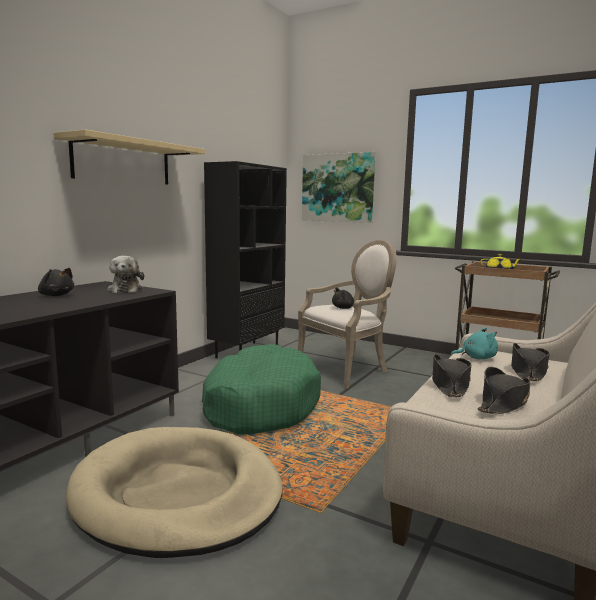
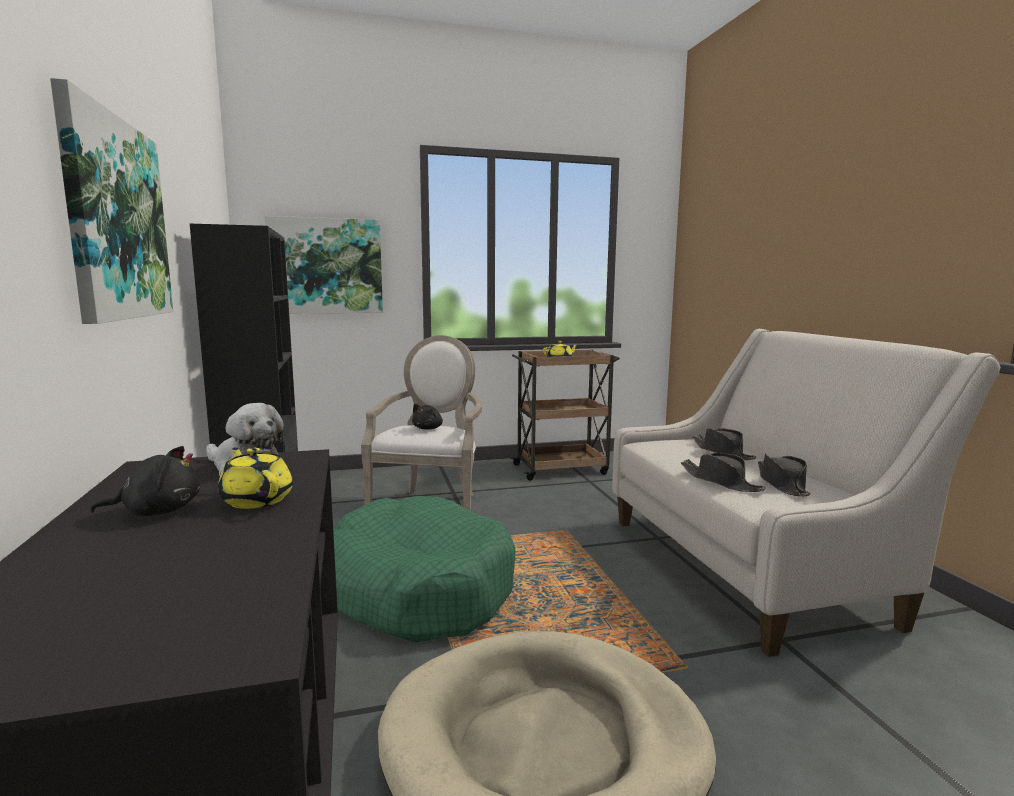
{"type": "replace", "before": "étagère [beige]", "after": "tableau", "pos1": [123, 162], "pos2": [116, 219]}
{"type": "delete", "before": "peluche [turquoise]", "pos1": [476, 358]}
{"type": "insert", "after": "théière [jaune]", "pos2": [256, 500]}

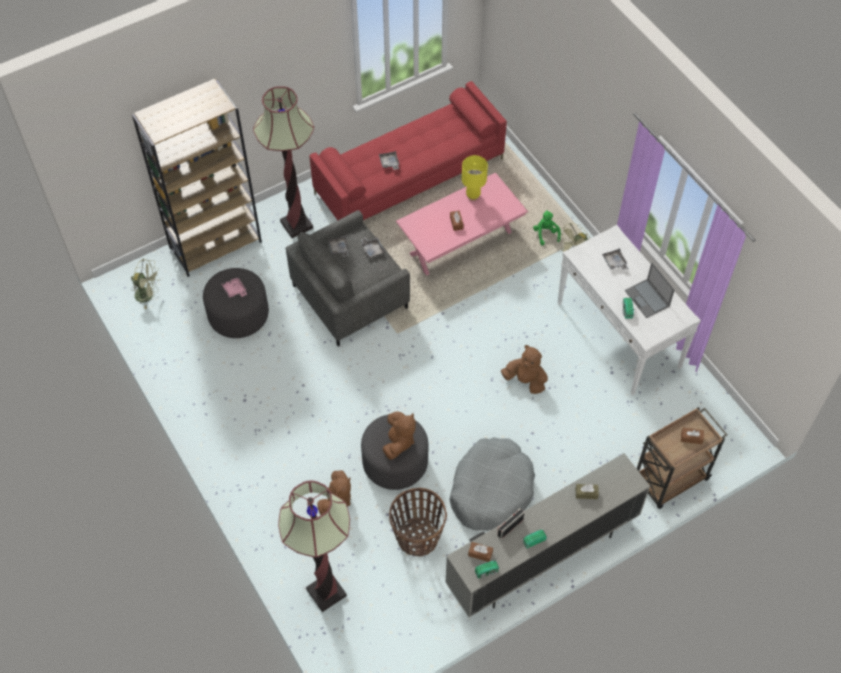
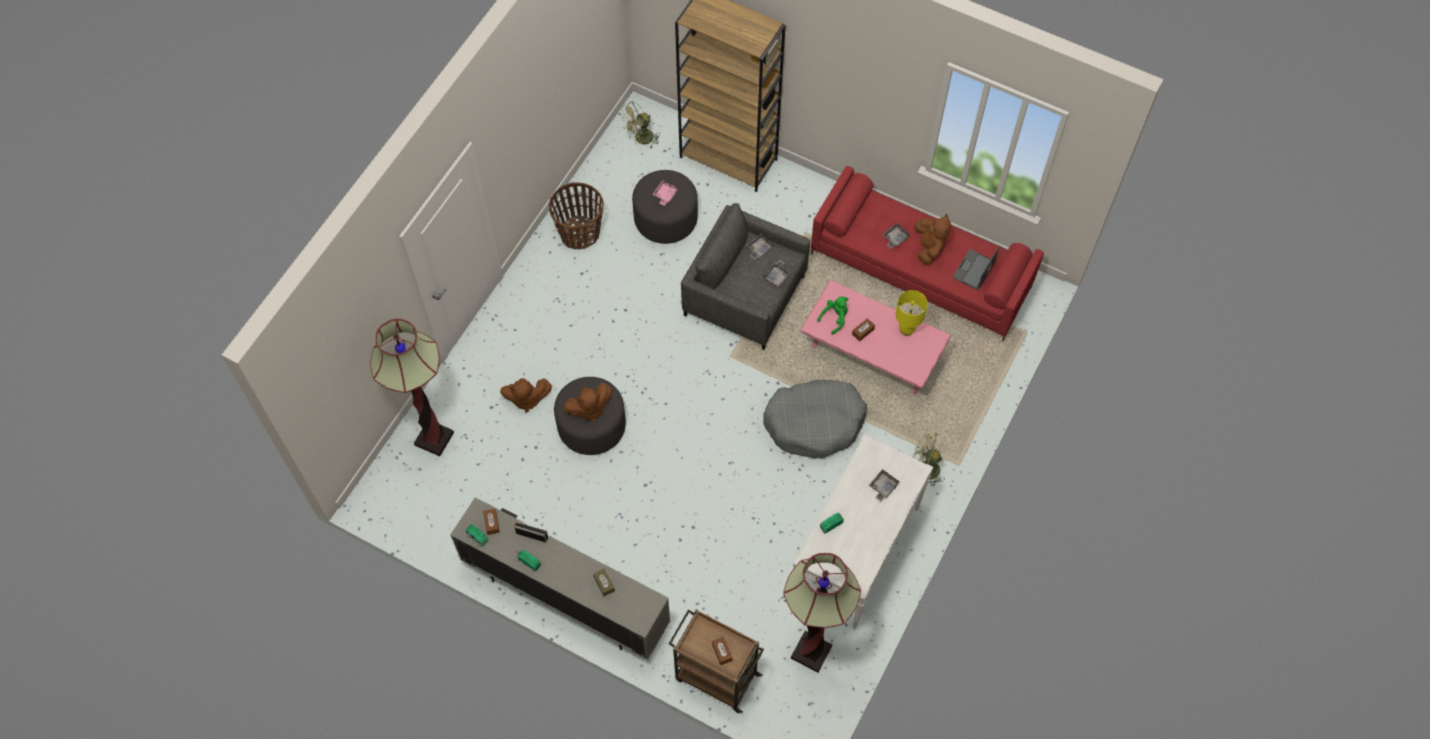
{"type": "rotate", "before": "ventilateur [vert]", "pos1": [148, 295], "pos2": [641, 139], "turn": 75}
{"type": "move", "before": "lampadaire", "pos1": [296, 225], "pos2": [811, 652]}
{"type": "move", "before": "panier", "pos1": [417, 537], "pos2": [579, 233]}
{"type": "move", "before": "panier pour chien [gris]", "pos1": [491, 490], "pos2": [814, 423]}
{"type": "move", "before": "peluche [marron]", "pos1": [525, 380], "pos2": [929, 247]}
{"type": "move", "before": "peluche [vert]", "pos1": [546, 234], "pos2": [835, 318]}
{"type": "move", "before": "ordinateur portable", "pos1": [647, 299], "pos2": [973, 270]}

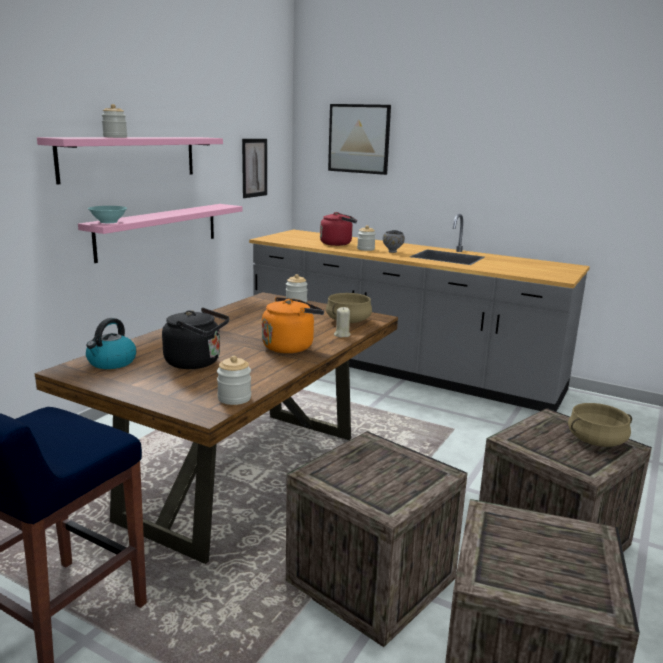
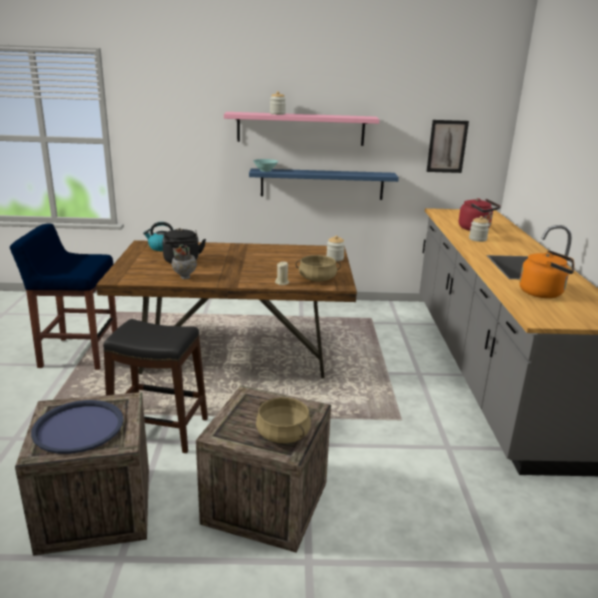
{"type": "recolor", "before": "étagère [rose]", "after": "étagère [bleu]", "pos1": [158, 231], "pos2": [322, 184]}
{"type": "delete", "before": "bocal", "pos1": [234, 398]}
{"type": "move", "before": "bouilloire [orange]", "pos1": [290, 346], "pos2": [543, 293]}
{"type": "replace", "before": "caisse", "after": "tabouret [noir]", "pos1": [371, 579], "pos2": [159, 429]}
{"type": "delete", "before": "tableau", "pos1": [359, 139]}
{"type": "move", "before": "bol [gris]", "pos1": [392, 252], "pos2": [184, 277]}
{"type": "insert", "after": "plateau [bleu]", "pos2": [78, 427]}

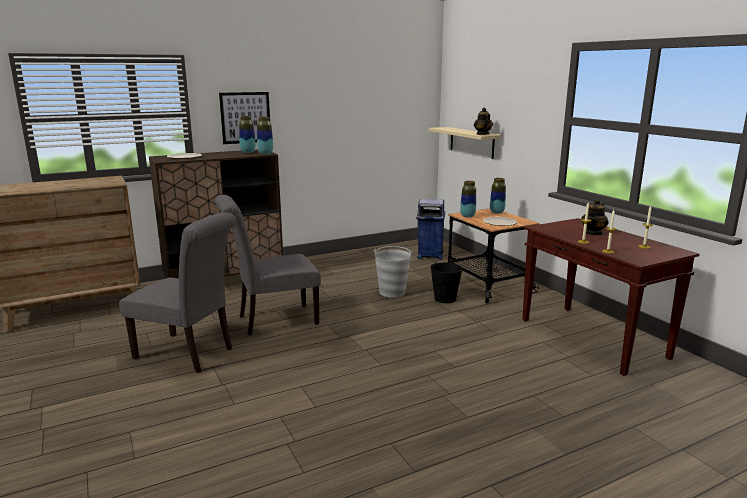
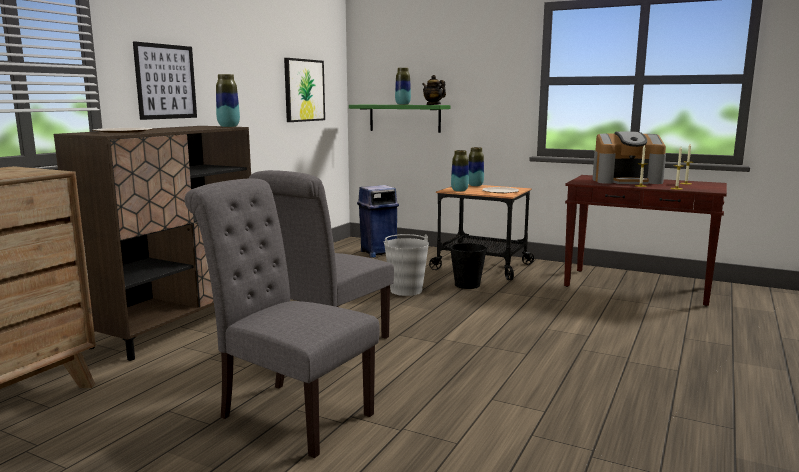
{"type": "rotate", "before": "chaise [gris]", "pos1": [189, 354], "pos2": [288, 413], "turn": -135}
{"type": "move", "before": "vase", "pos1": [248, 152], "pos2": [402, 104]}
{"type": "recolor", "before": "étagère [beige]", "after": "étagère [vert]", "pos1": [471, 142], "pos2": [404, 118]}
{"type": "replace", "before": "théière", "after": "machine à café", "pos1": [593, 233], "pos2": [626, 181]}
{"type": "insert", "after": "tableau", "pos2": [304, 90]}

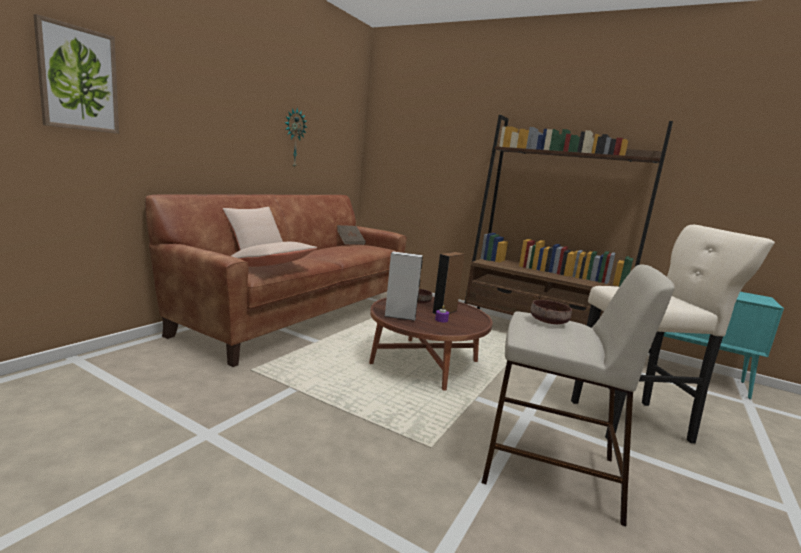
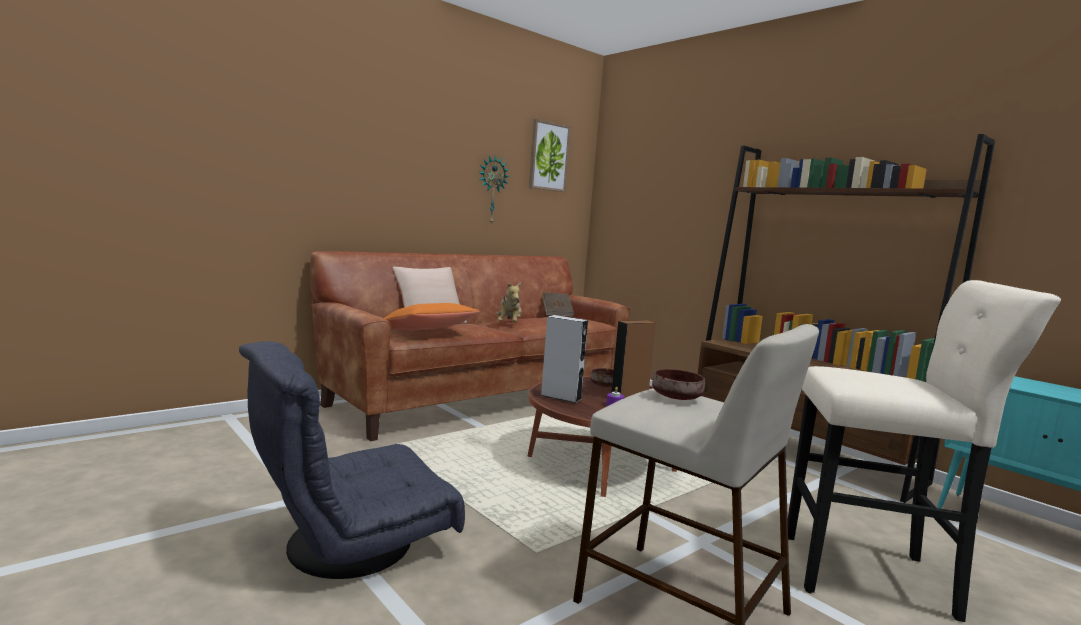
{"type": "move", "before": "tableau", "pos1": [78, 79], "pos2": [548, 156]}
{"type": "recolor", "before": "coussin [beige]", "after": "coussin [orange]", "pos1": [271, 267], "pos2": [427, 331]}
{"type": "insert", "after": "fauteuil [gris]", "pos2": [349, 545]}
{"type": "insert", "after": "peluche", "pos2": [509, 324]}

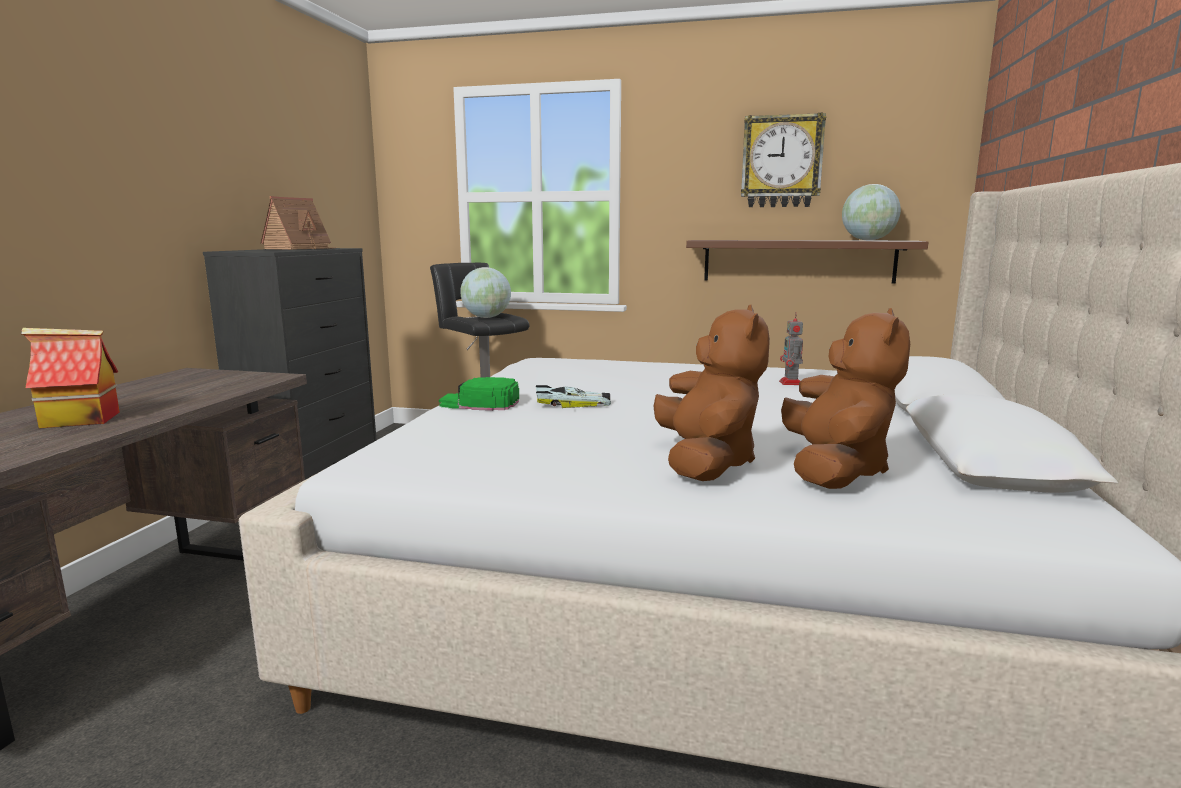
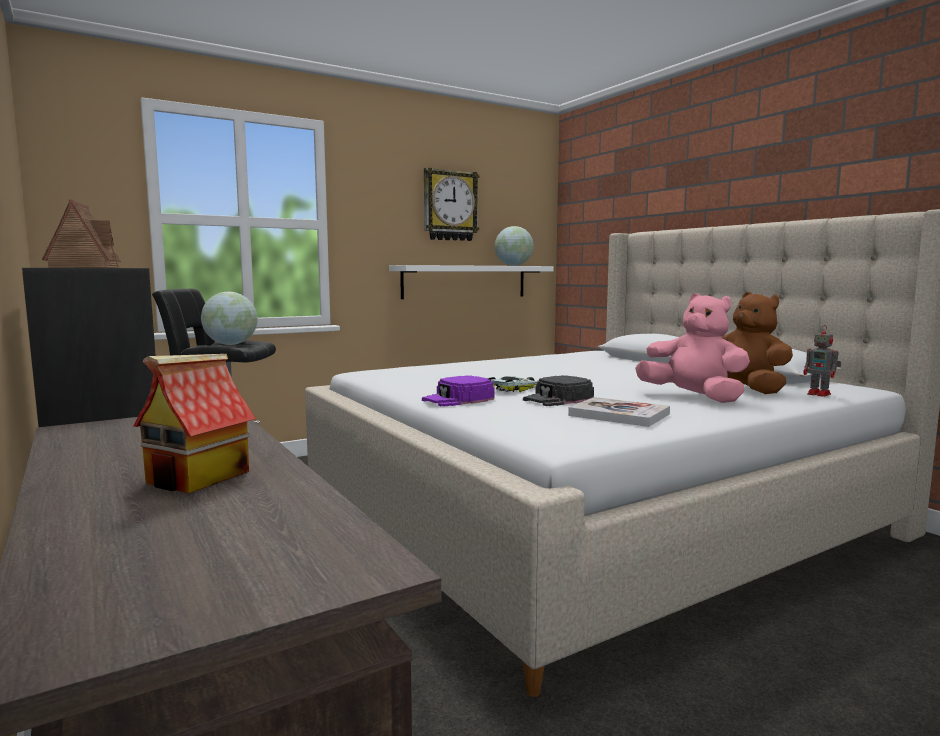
{"type": "recolor", "before": "casquette [vert]", "after": "casquette [violet]", "pos1": [480, 403], "pos2": [458, 399]}
{"type": "recolor", "before": "peluche [marron]", "after": "peluche [rose]", "pos1": [706, 463], "pos2": [693, 397]}
{"type": "recolor", "before": "étagère [marron]", "after": "étagère [blanc]", "pos1": [798, 261], "pos2": [465, 282]}
{"type": "move", "before": "robot jouet", "pos1": [791, 383], "pos2": [820, 394]}
{"type": "insert", "after": "casquette [noir]", "pos2": [558, 399]}
{"type": "insert", "after": "livre", "pos2": [619, 415]}

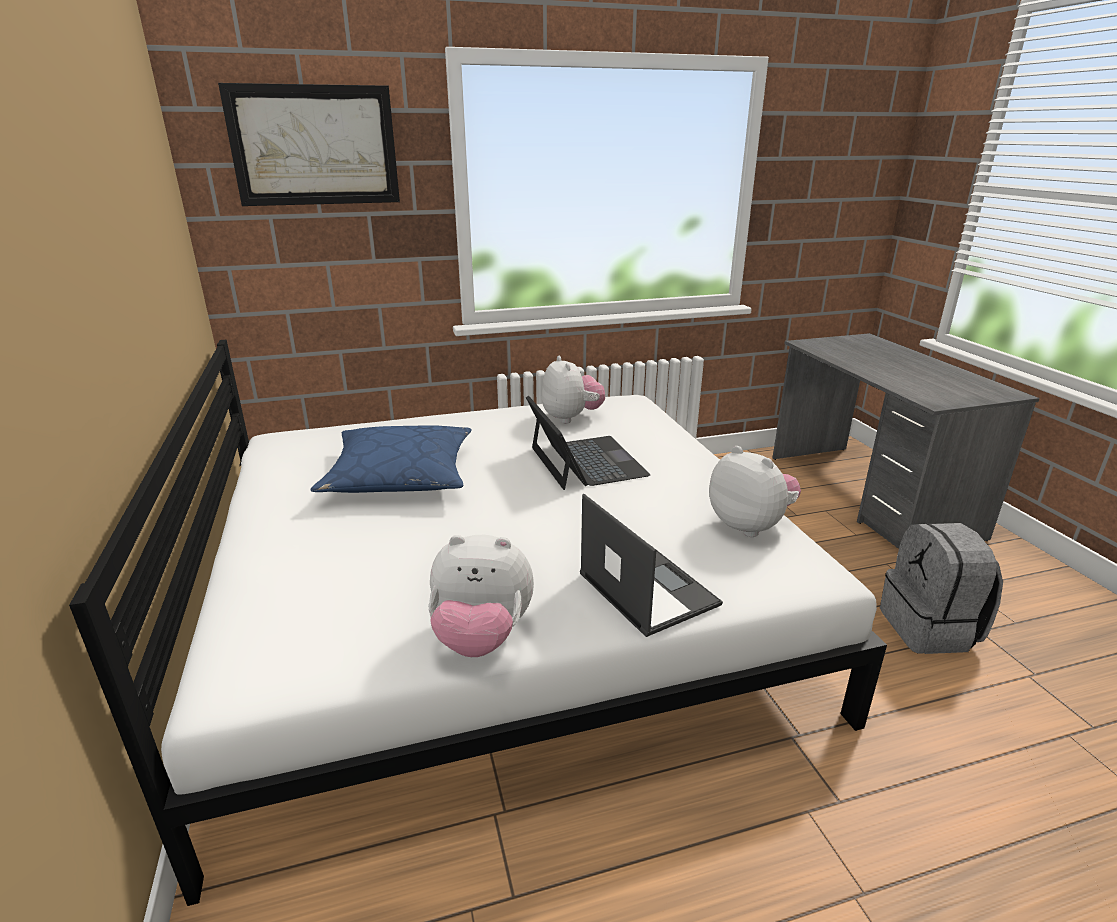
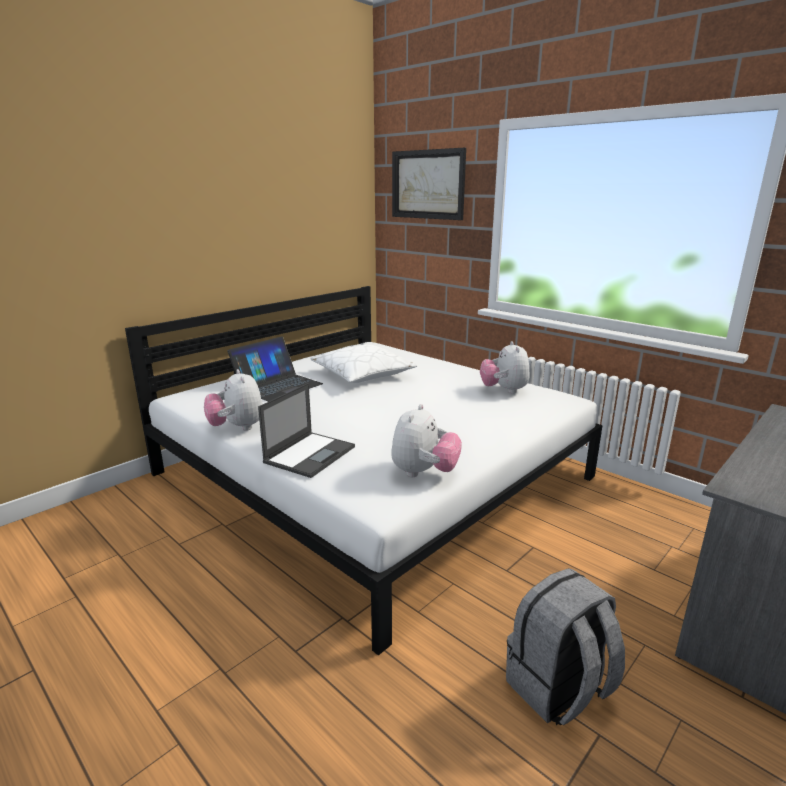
{"type": "recolor", "before": "coussin [bleu]", "after": "coussin [blanc]", "pos1": [400, 475], "pos2": [363, 374]}
{"type": "move", "before": "ordinateur portable", "pos1": [586, 462], "pos2": [277, 385]}
{"type": "rotate", "before": "peluche", "pos1": [571, 418], "pos2": [504, 390], "turn": 135}

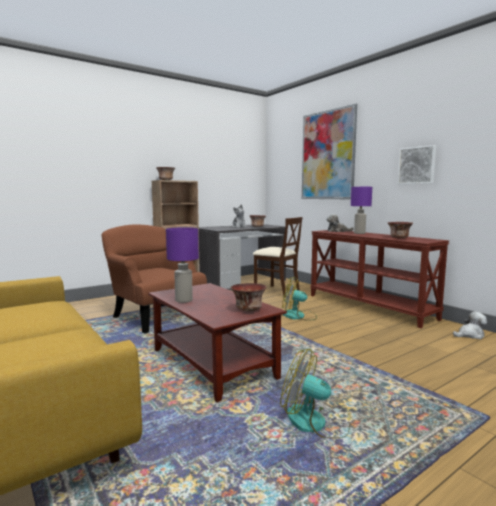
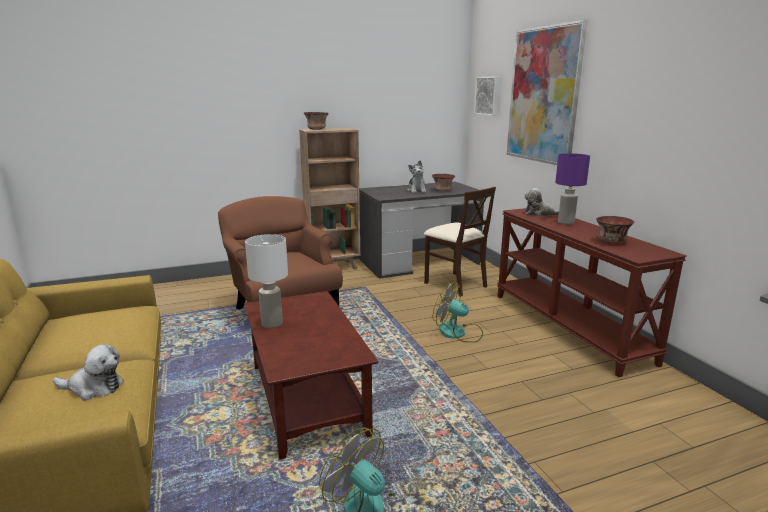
{"type": "recolor", "before": "lampe de table [violet]", "after": "lampe de table [blanc]", "pos1": [183, 300], "pos2": [271, 323]}
{"type": "delete", "before": "bol", "pos1": [248, 310]}
{"type": "move", "before": "tableau", "pos1": [417, 165], "pos2": [488, 96]}
{"type": "move", "before": "peluche", "pos1": [470, 335], "pos2": [93, 388]}

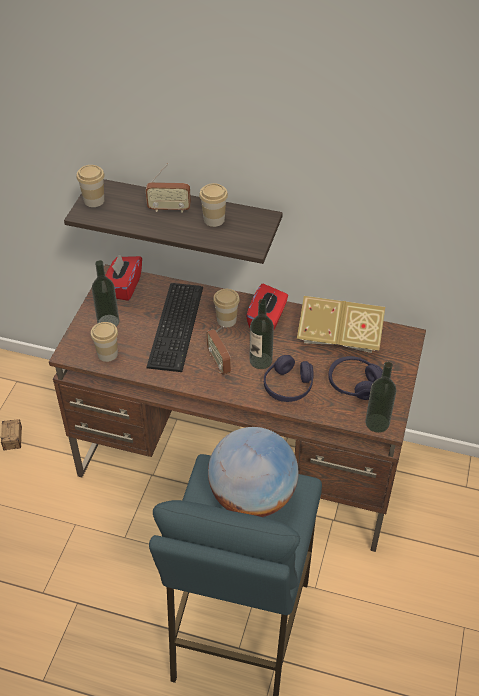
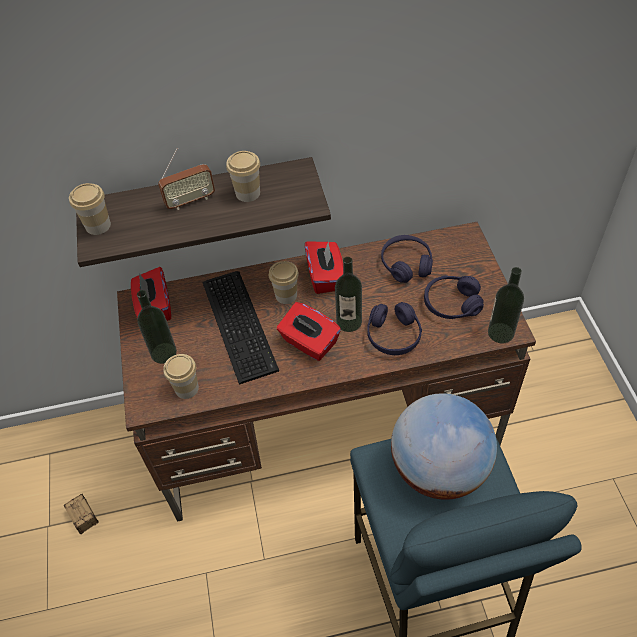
{"type": "replace", "before": "radio", "after": "boîte à mouchoirs [rouge]", "pos1": [219, 362], "pos2": [309, 343]}
{"type": "replace", "before": "livre", "after": "casque audio [violet]", "pos1": [339, 337], "pos2": [406, 264]}

